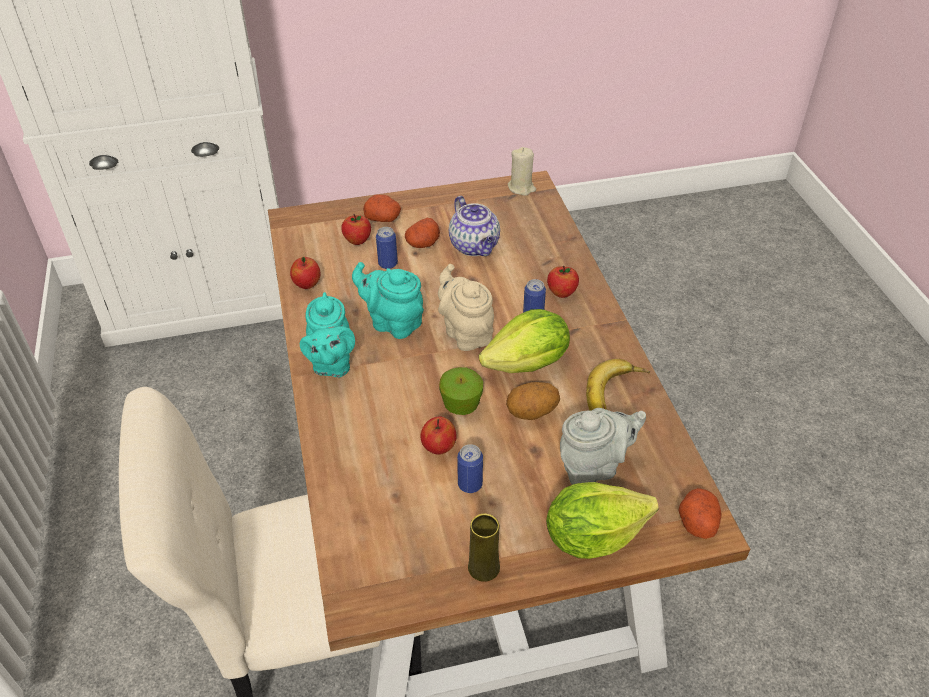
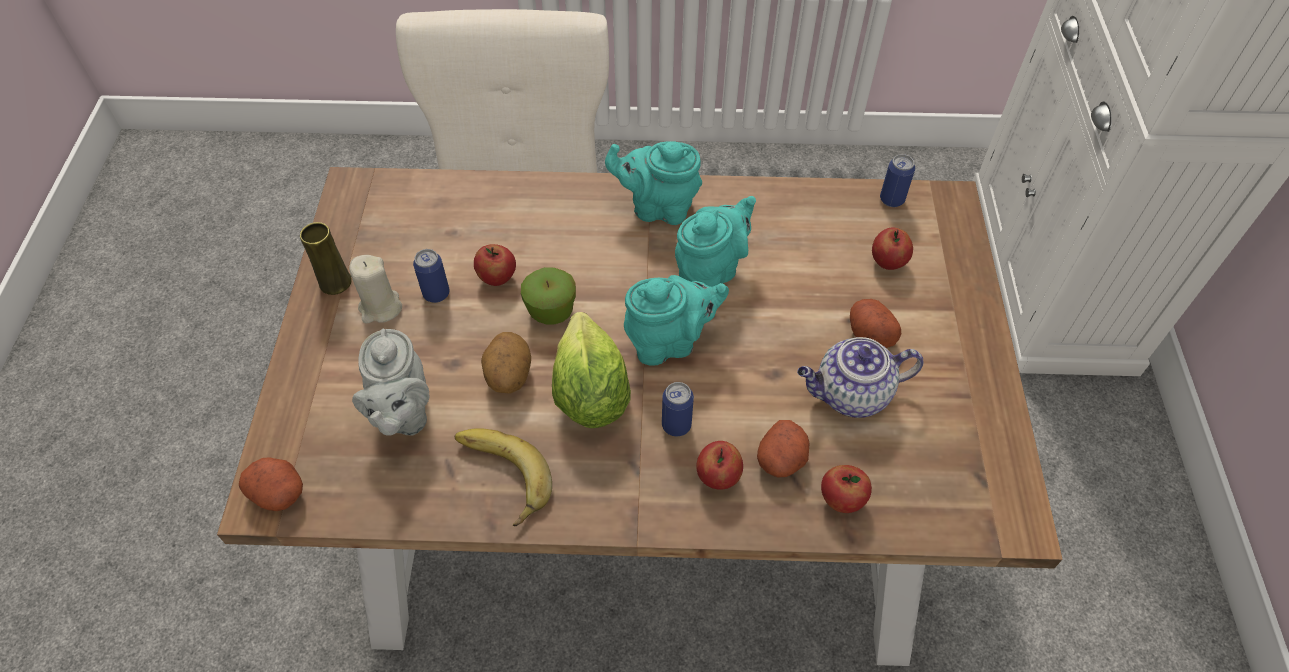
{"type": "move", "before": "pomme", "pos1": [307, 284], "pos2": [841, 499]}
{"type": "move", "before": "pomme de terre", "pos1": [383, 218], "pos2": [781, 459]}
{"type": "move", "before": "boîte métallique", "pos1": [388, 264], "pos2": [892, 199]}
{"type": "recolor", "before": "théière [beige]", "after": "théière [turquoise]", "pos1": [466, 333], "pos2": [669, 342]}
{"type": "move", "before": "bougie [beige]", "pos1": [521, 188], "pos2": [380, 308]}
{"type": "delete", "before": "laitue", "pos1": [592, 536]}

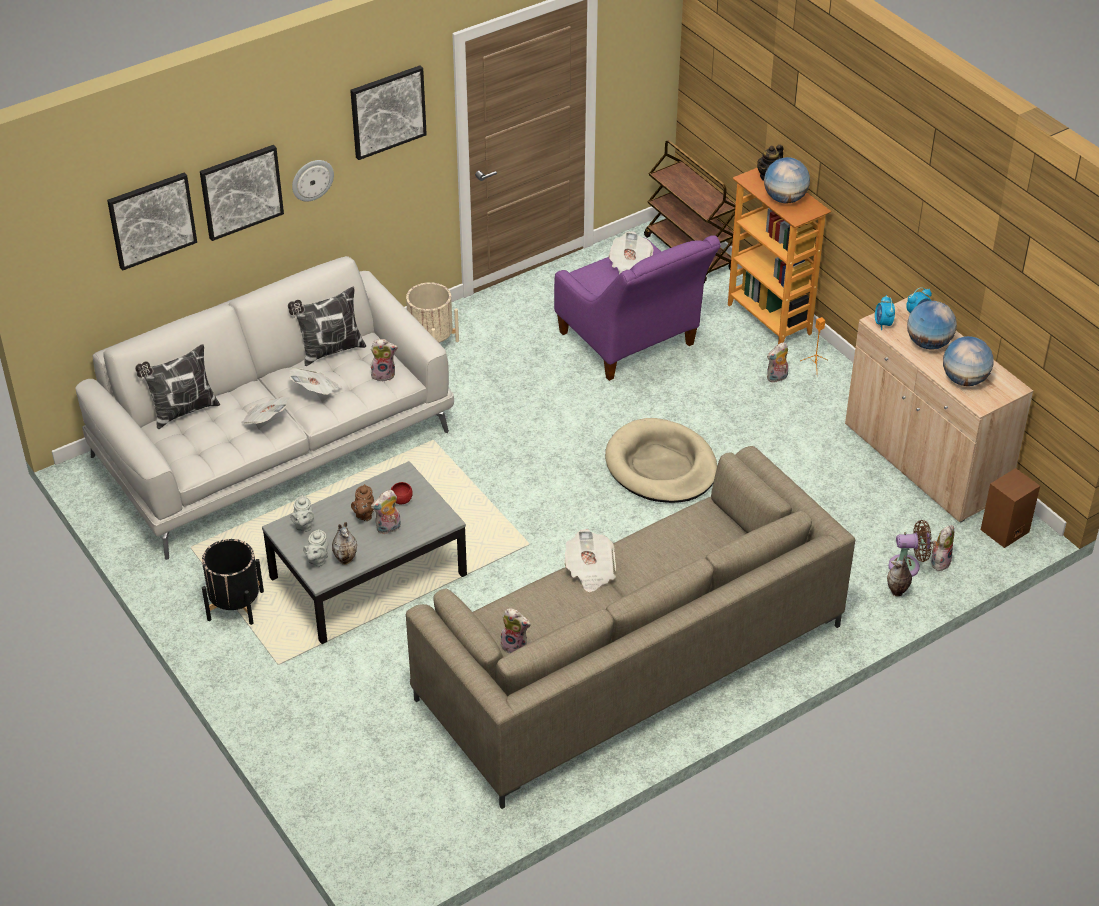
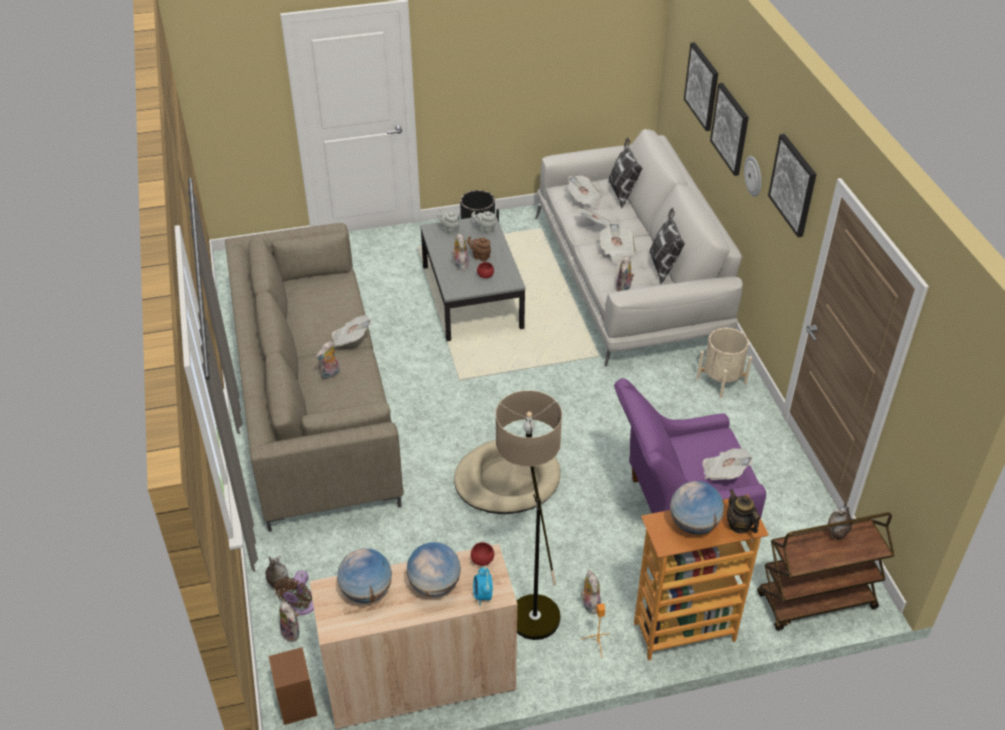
{"type": "move", "before": "vase", "pos1": [346, 559], "pos2": [837, 535]}
{"type": "move", "before": "peluche", "pos1": [515, 646], "pos2": [330, 374]}
{"type": "replace", "before": "réveil", "after": "bol [rouge]", "pos1": [883, 324], "pos2": [482, 560]}
{"type": "insert", "after": "lampadaire", "pos2": [529, 601]}
{"type": "insert", "after": "journal", "pos2": [585, 200]}

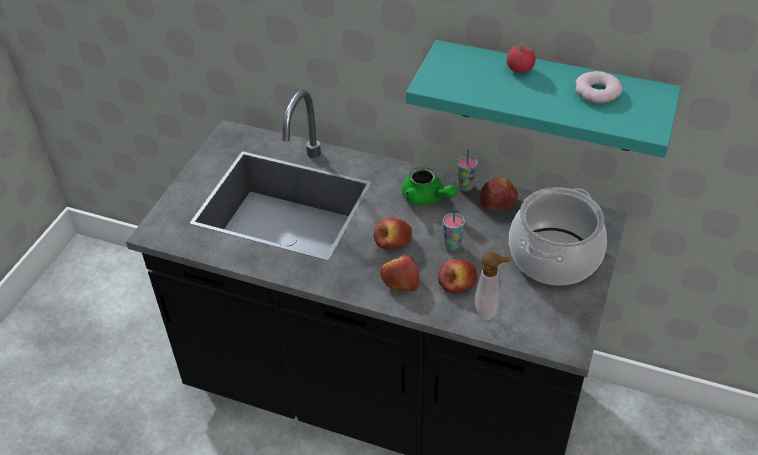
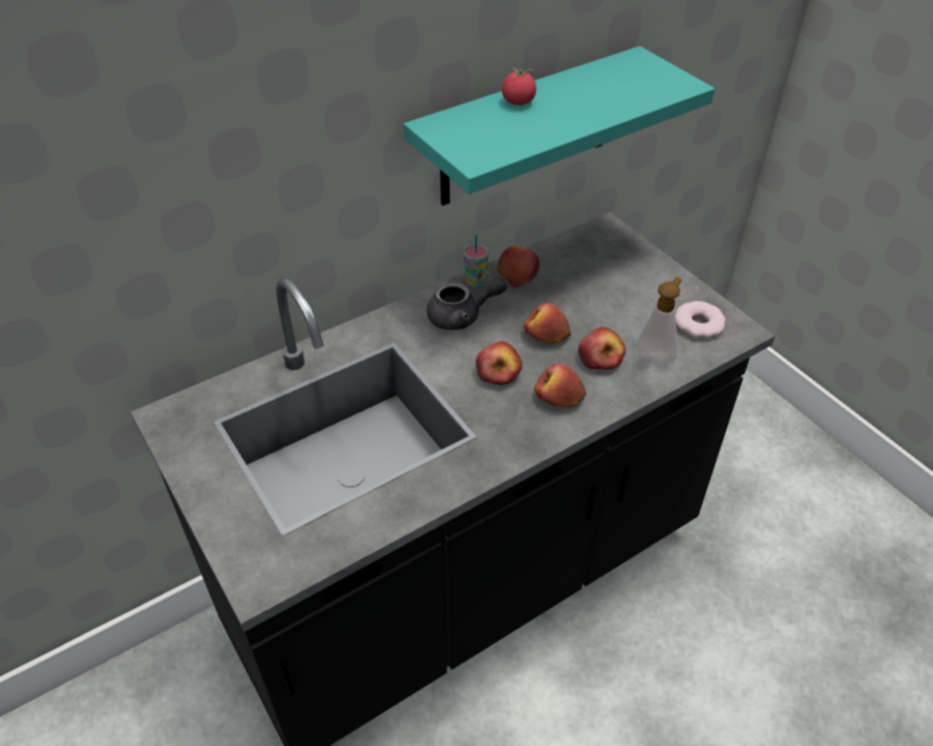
{"type": "recolor", "before": "théière [vert]", "after": "théière [gris]", "pos1": [426, 198], "pos2": [462, 316]}
{"type": "replace", "before": "tasse", "after": "pomme", "pos1": [452, 245], "pos2": [546, 334]}
{"type": "delete", "before": "marmite", "pos1": [554, 257]}
{"type": "move", "before": "beignet", "pos1": [597, 92], "pos2": [699, 324]}

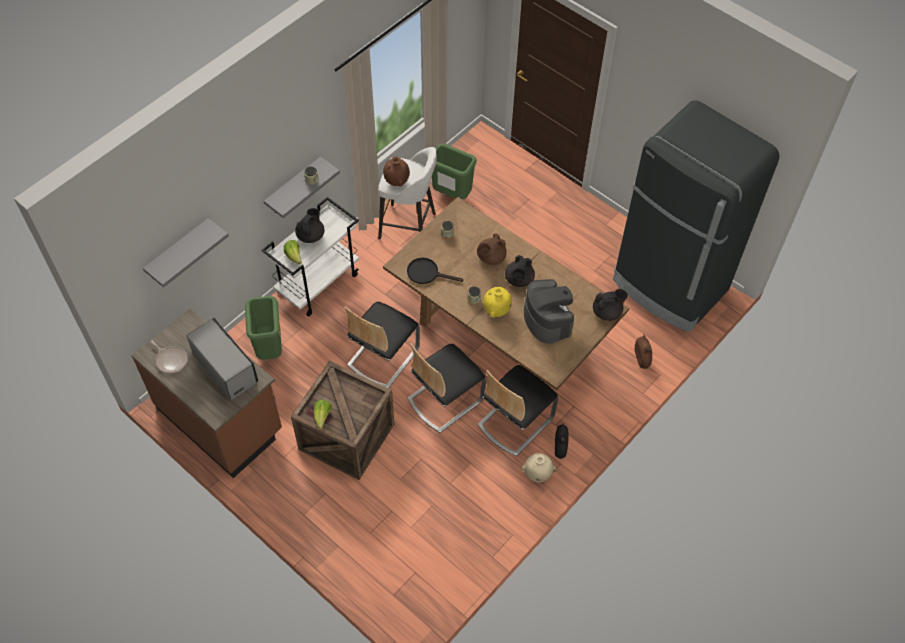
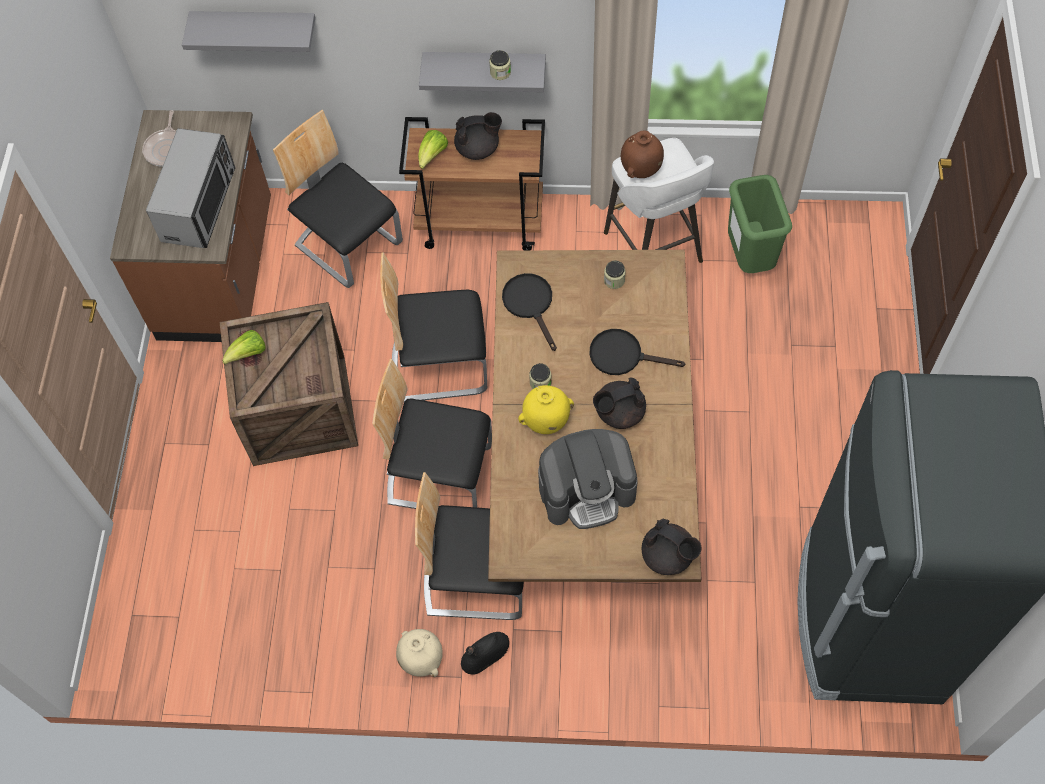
{"type": "replace", "before": "poubelle [vert]", "after": "chaise", "pos1": [269, 348], "pos2": [349, 244]}
{"type": "recolor", "before": "chariot [blanc]", "after": "chariot [marron]", "pos1": [318, 283], "pos2": [481, 222]}
{"type": "replace", "before": "théière [marron]", "after": "poêle [noir]", "pos1": [490, 257], "pos2": [623, 355]}
{"type": "rotate", "before": "machine à café", "pos1": [547, 319], "pos2": [587, 490], "turn": 45}
{"type": "delete", "before": "vase [marron]", "pos1": [641, 357]}

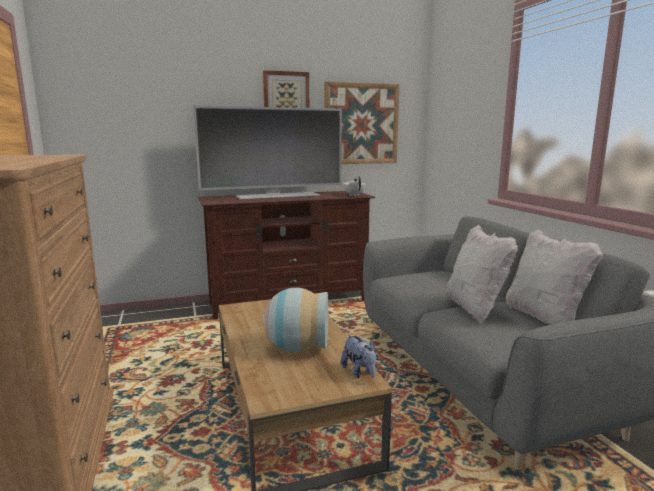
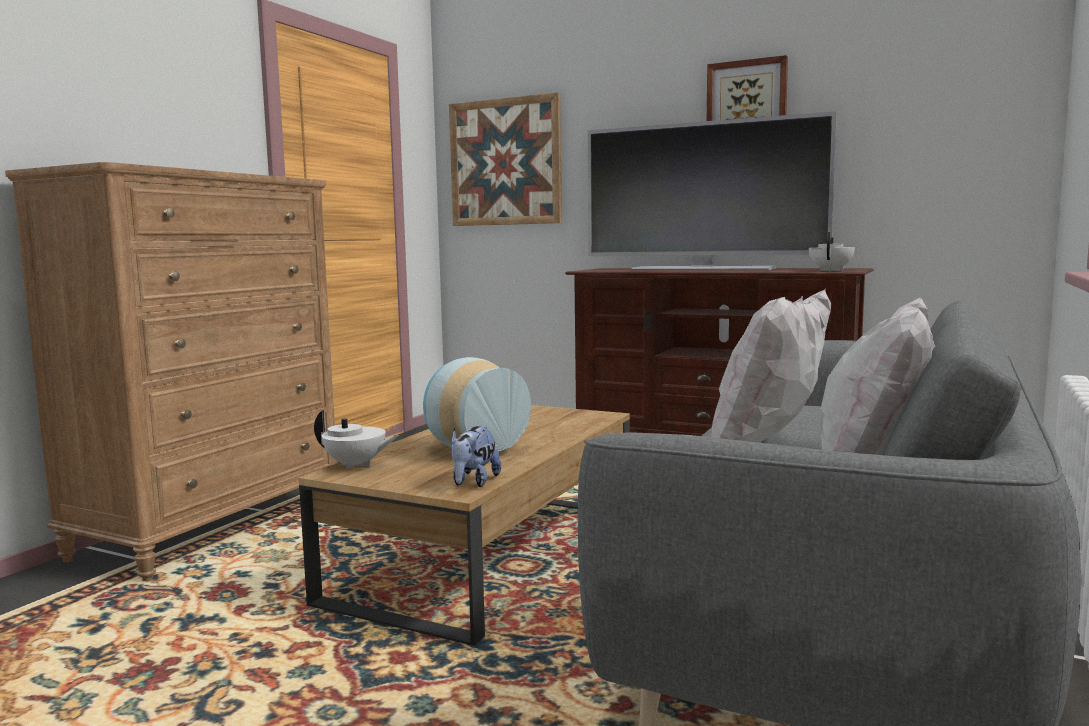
{"type": "move", "before": "tableau", "pos1": [361, 124], "pos2": [505, 162]}
{"type": "insert", "after": "théière [blanc]", "pos2": [356, 465]}

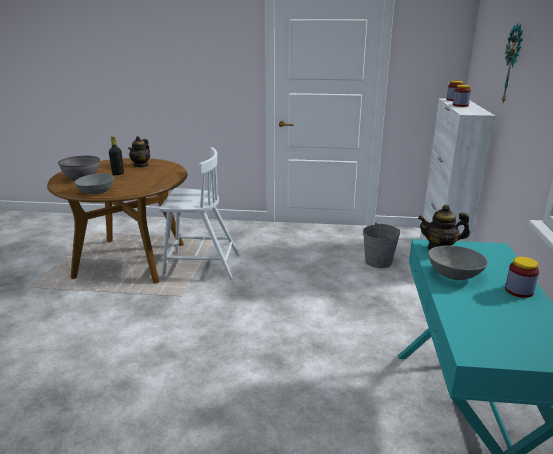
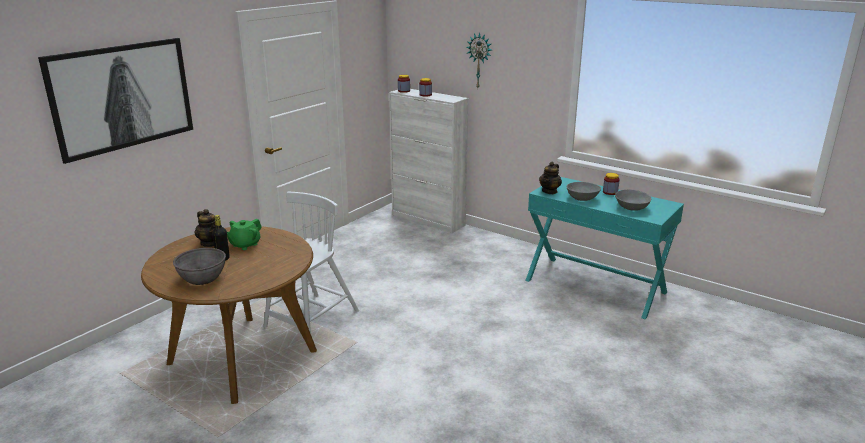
{"type": "move", "before": "bol [gris]", "pos1": [96, 191], "pos2": [631, 208]}
{"type": "delete", "before": "seau [gris]", "pos1": [378, 262]}
{"type": "insert", "after": "tableau", "pos2": [122, 96]}
{"type": "insert", "after": "théière [vert]", "pos2": [245, 245]}

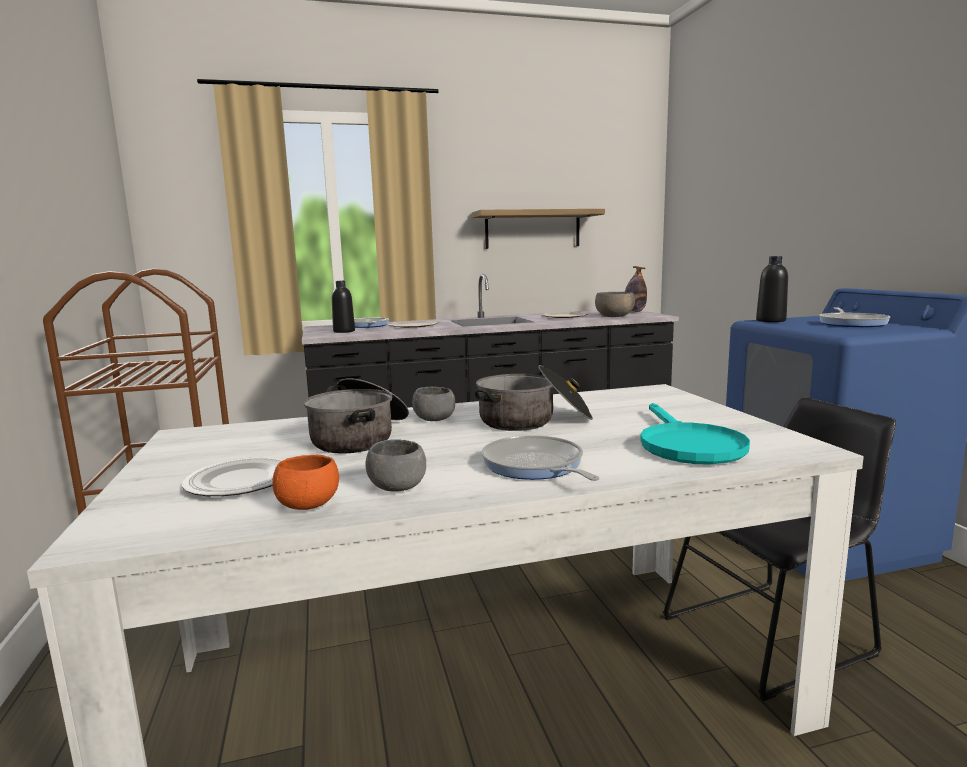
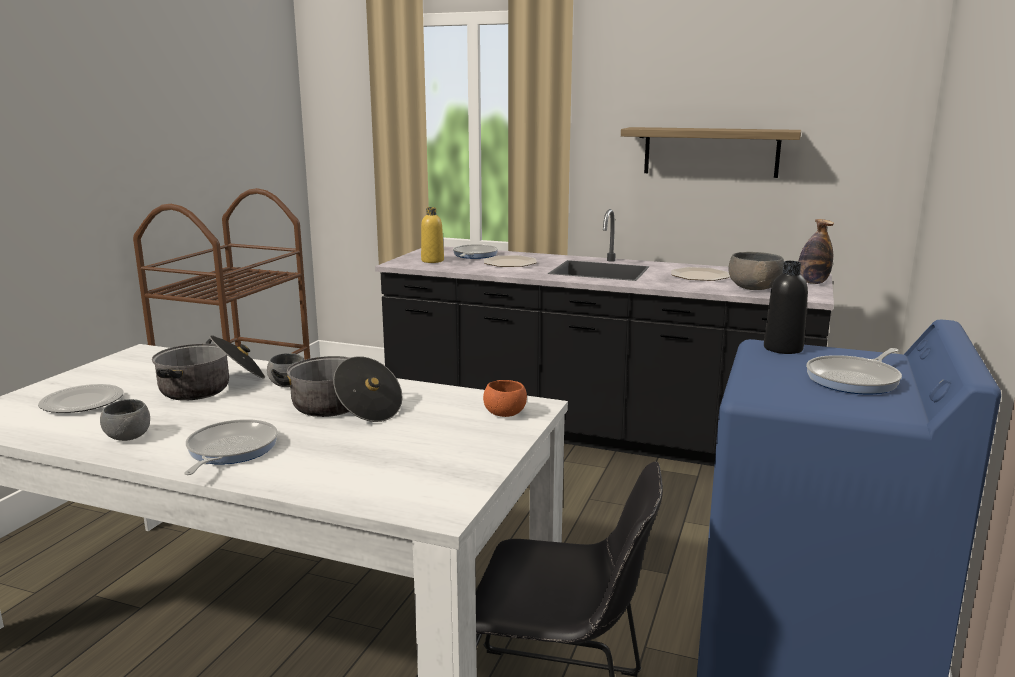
{"type": "move", "before": "bol [orange]", "pos1": [309, 505], "pos2": [505, 414]}
{"type": "recolor", "before": "bouteille [noir]", "after": "bouteille [jaune]", "pos1": [344, 331], "pos2": [432, 261]}
{"type": "delete", "before": "poêle [turquoise]", "pos1": [686, 445]}

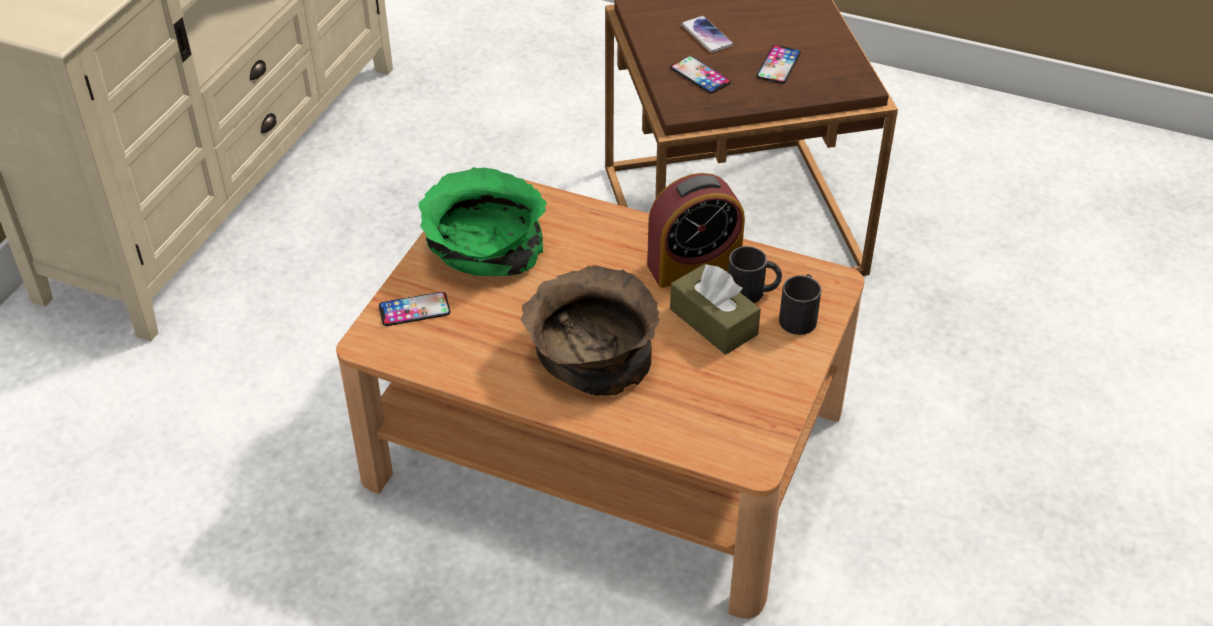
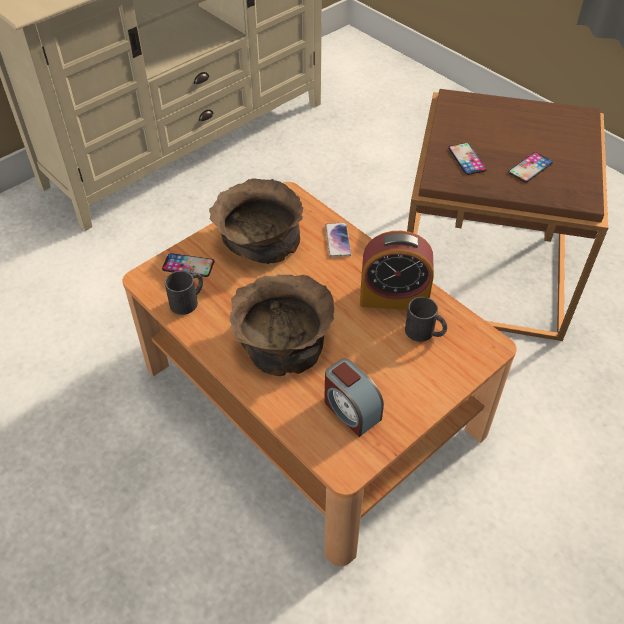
{"type": "recolor", "before": "bol [vert]", "after": "bol [marron]", "pos1": [482, 246], "pos2": [259, 236]}
{"type": "delete", "before": "boîte à mouchoirs [marron]", "pos1": [713, 322]}
{"type": "move", "before": "téléphone", "pos1": [706, 35], "pos2": [338, 240]}
{"type": "move", "before": "mug [noir]", "pos1": [800, 315], "pos2": [188, 300]}
{"type": "insert", "after": "réveil", "pos2": [351, 410]}

